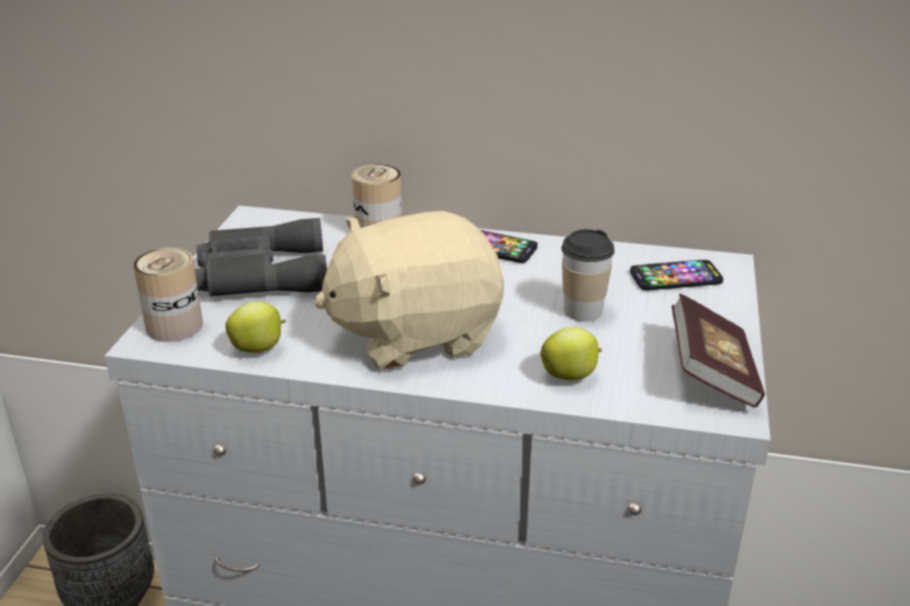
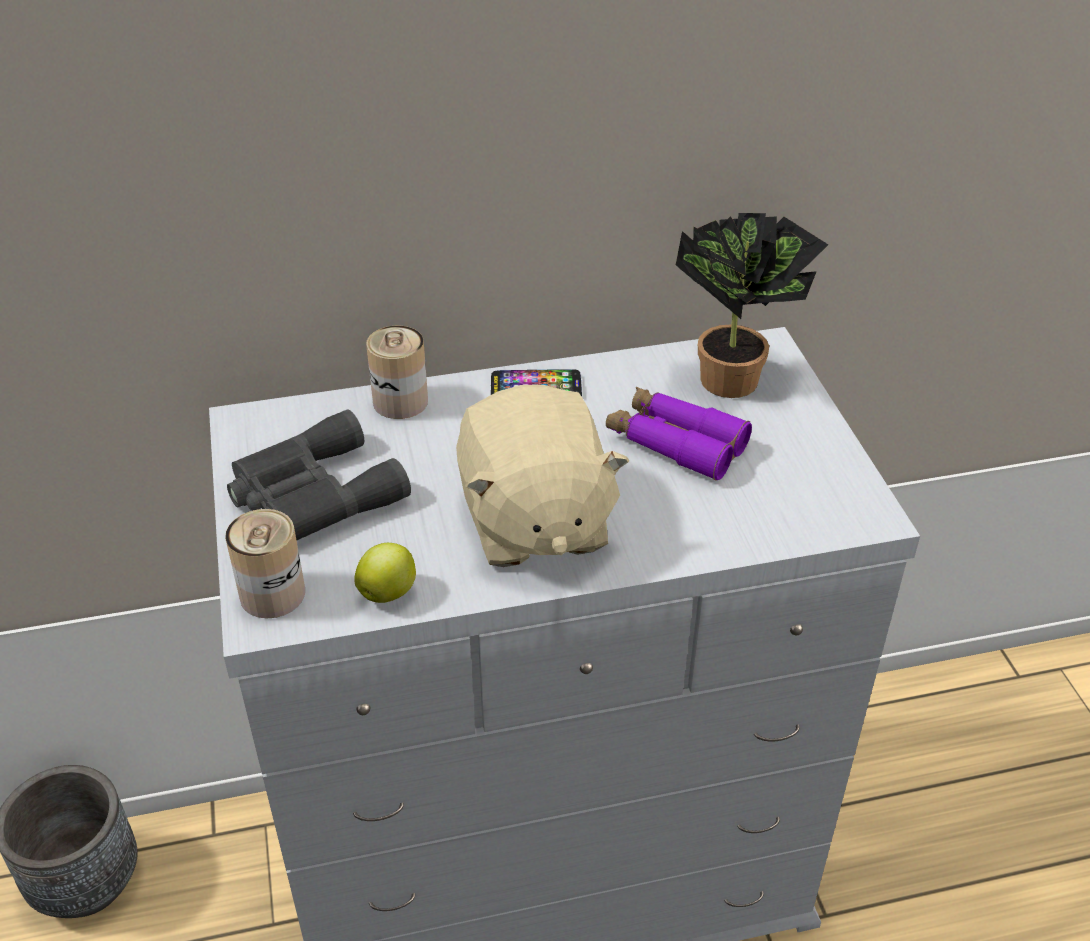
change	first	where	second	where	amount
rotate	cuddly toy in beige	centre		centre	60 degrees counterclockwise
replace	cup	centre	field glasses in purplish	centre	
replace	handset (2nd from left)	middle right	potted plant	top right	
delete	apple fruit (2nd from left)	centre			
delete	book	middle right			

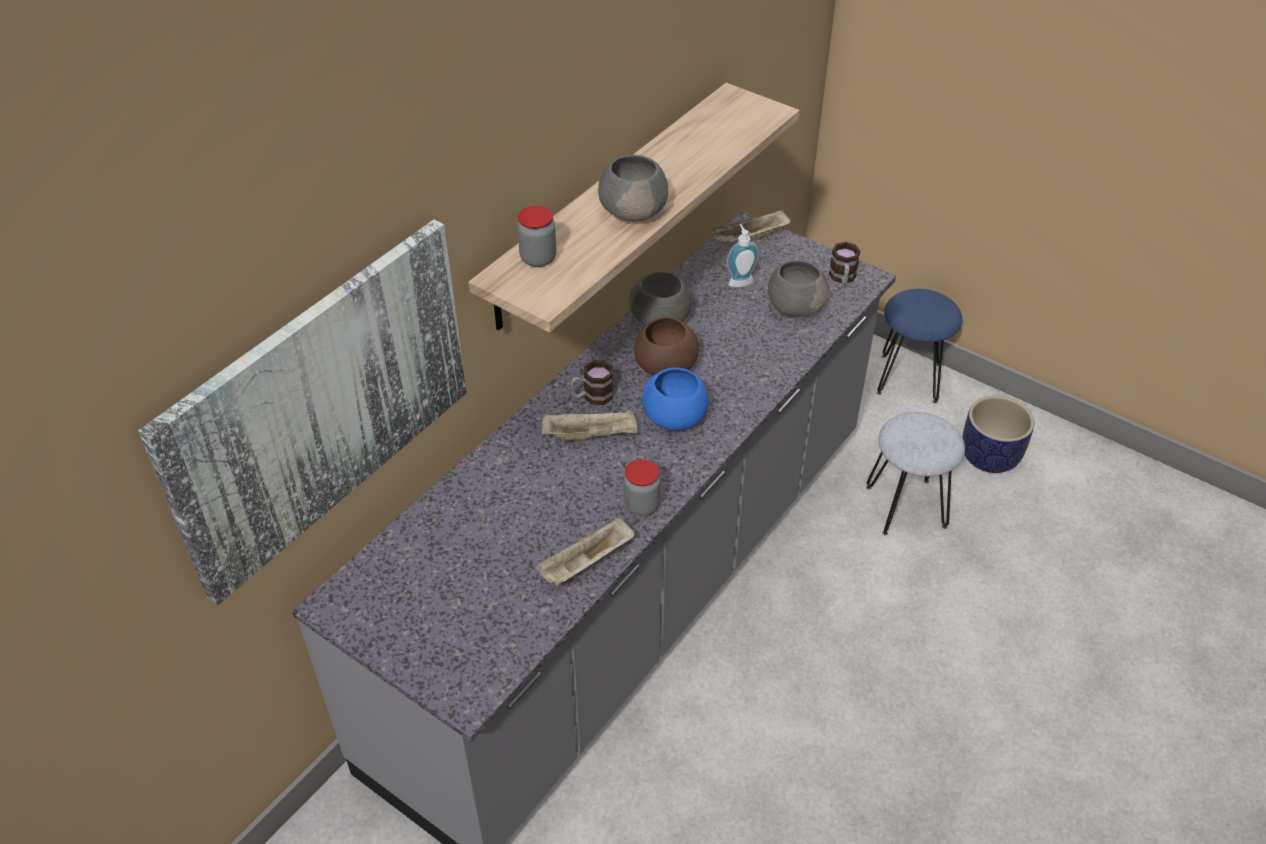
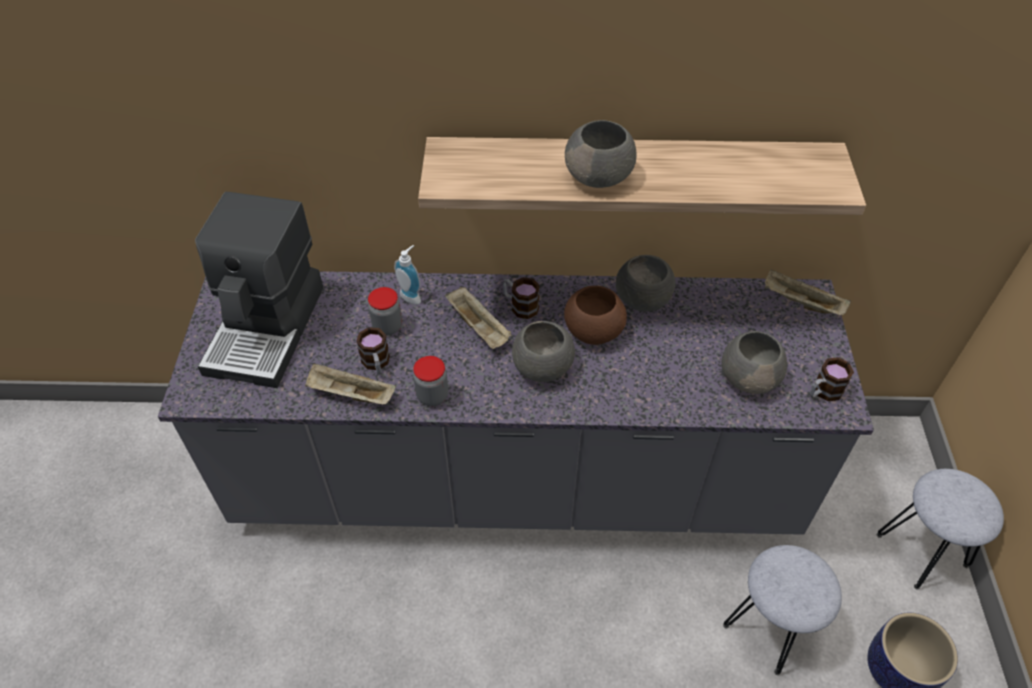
change	first	where	second	where	amount
insert			coffee machine	middle left	
insert			coffee mug (1st from left)	centre	
move	storage jar (1st from left)	top centre		centre	
move	liquid soap bottle	top centre		centre	
recolor	serving bowl in blue-coloured	centre	serving bowl in grey (1st from left)	centre	
recolor	stool seat in blue-coloured	middle right	stool seat in grey (2nd from left)	bottom right	
delete	picture	middle left			

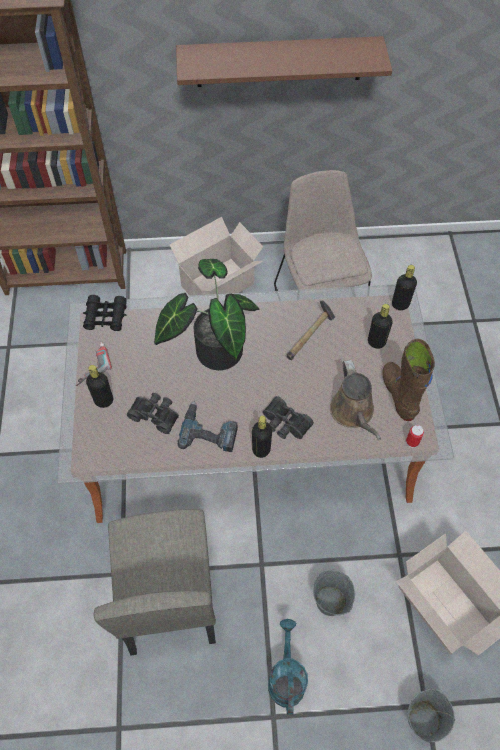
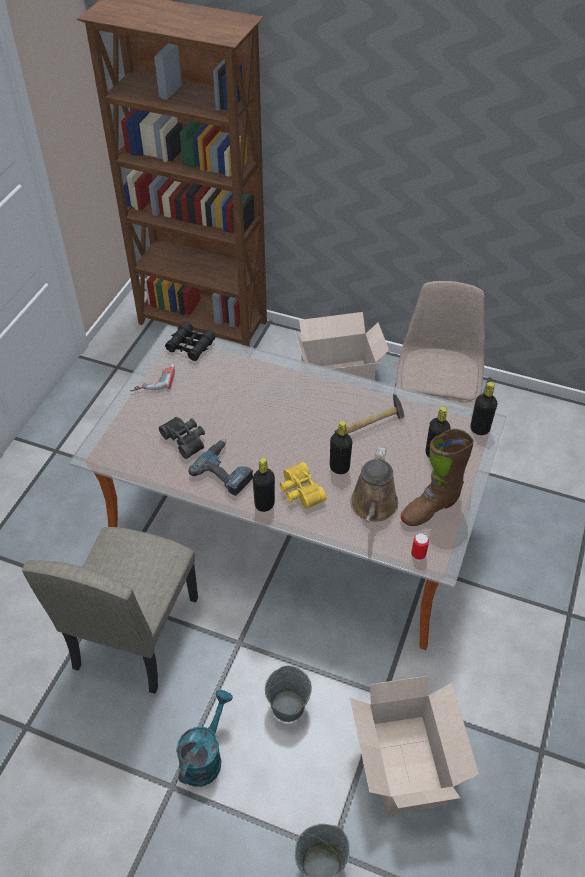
change	first	where	second	where	amount
recolor	field glasses in blackish (3rd from left)	centre	field glasses in yellow-coloured	centre	
move	beverage bottle in blackish (1st from left in the first image)	middle left	beverage bottle in blackish (2nd from left)	centre	
rotate	high-top boot in brown	middle right		middle right	135 degrees counterclockwise
delete	potted plant	centre			
delete	wall shelf in brown	top centre			

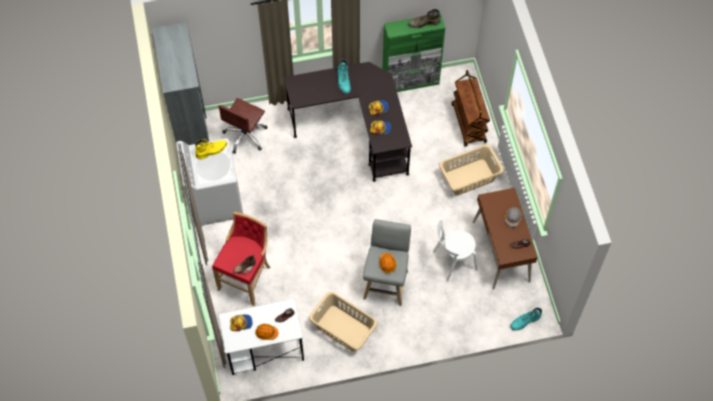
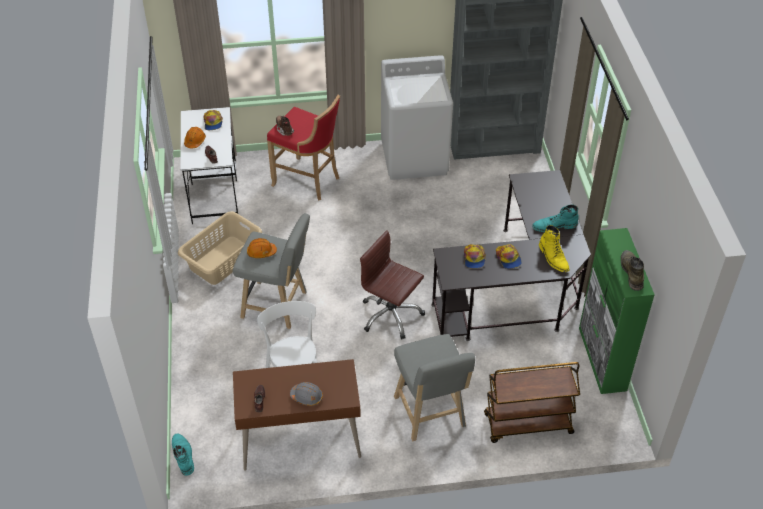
change	first	where	second	where	amount
move	office chair in brown	top centre		centre	
replace	hamper in beige (2nd from left)	centre	stool seat in grey (2nd from left)	bottom centre	
move	high-top boot in yellow-coloured	middle left		middle right	

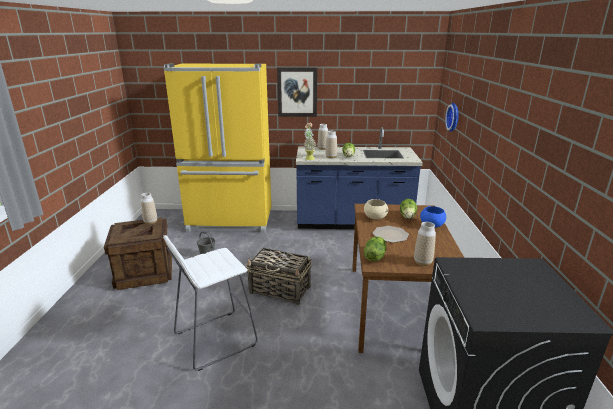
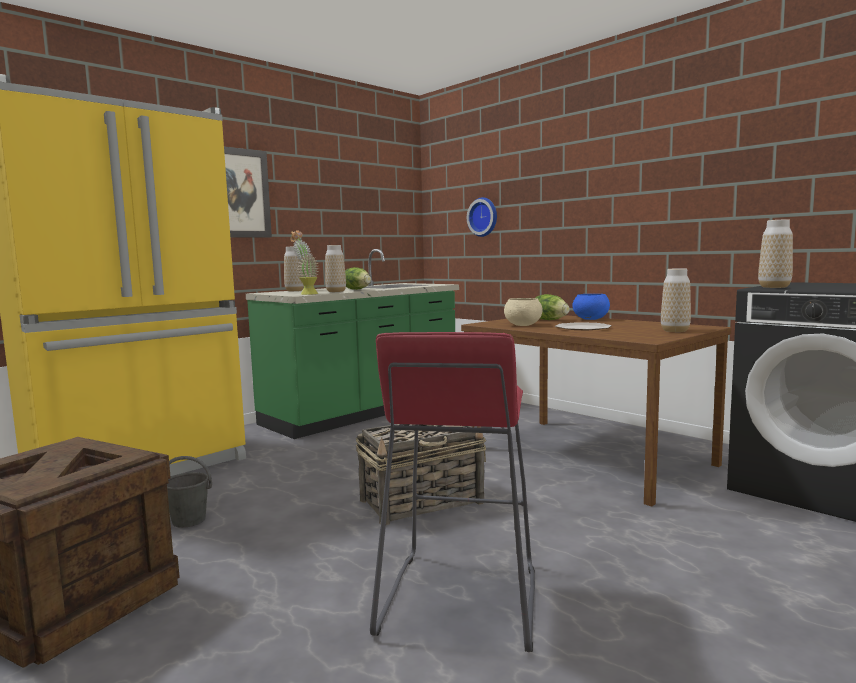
change	first	where	second	where	amount
recolor	kitchen counter in blue-coloured	centre	kitchen counter in greenish	centre	
recolor	stool seat in whitish	bottom centre	stool seat in reddish	bottom centre	
move	vase (1st from left in the first image)	middle left	vase (4th from left)	middle right	
delete	lettuce (2nd from left)	centre			

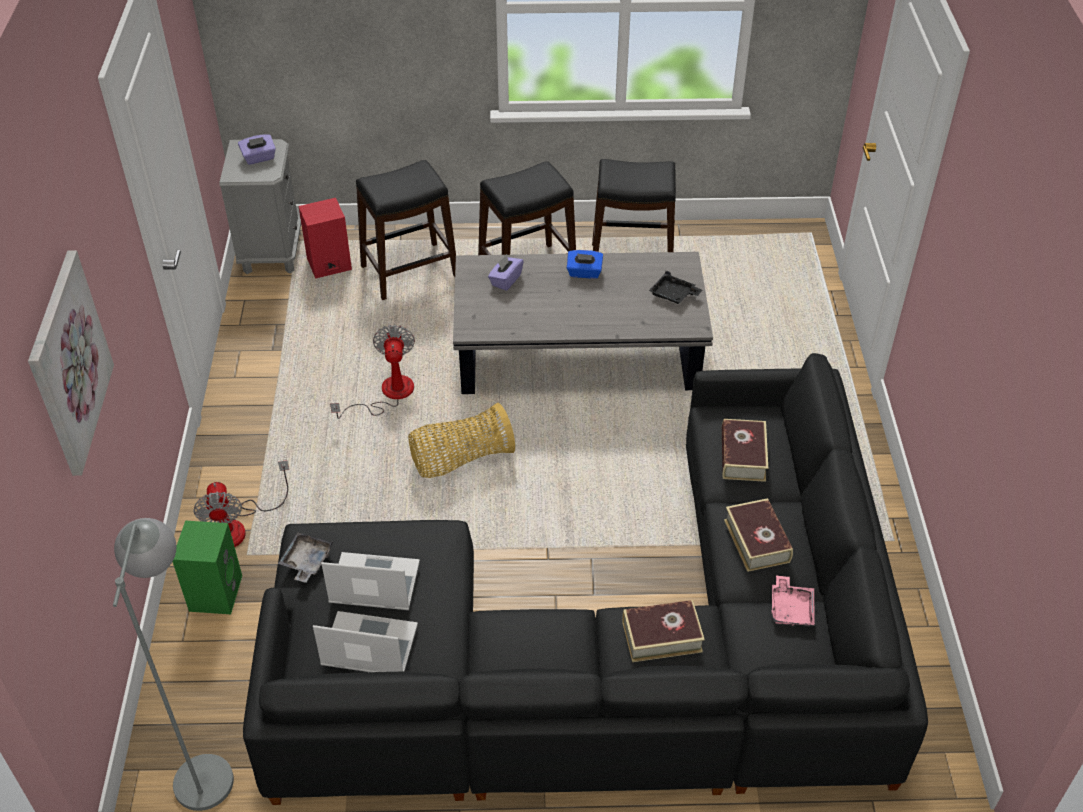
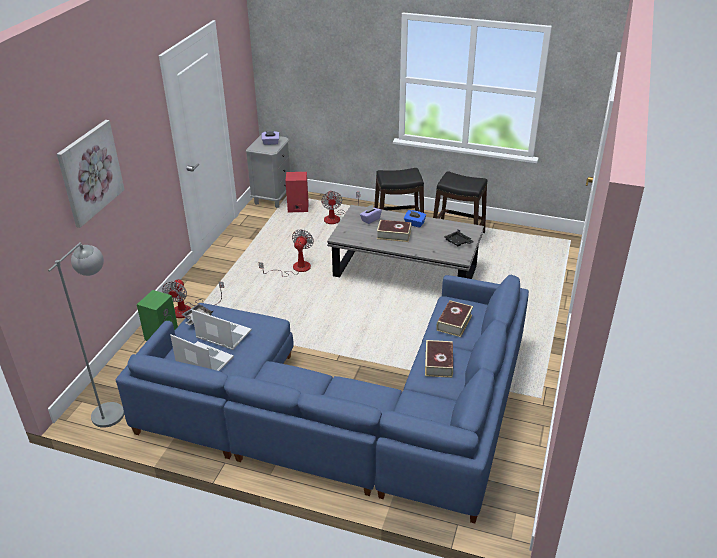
change	first	where	second	where	amount
recolor	settee in blackish	bottom centre	settee in blue-coloured	bottom centre	
replace	stool seat in blackish (1st from left)	top centre	fan (3rd from left)	centre	
move	book (1st from left)	bottom centre		centre	
delete	household basket	centre			
delete	tray in pink-coloured	bottom right			

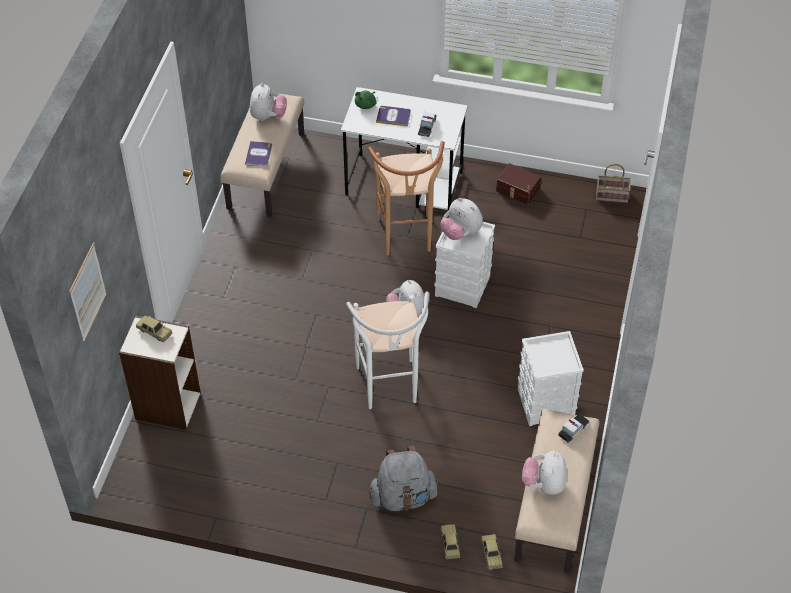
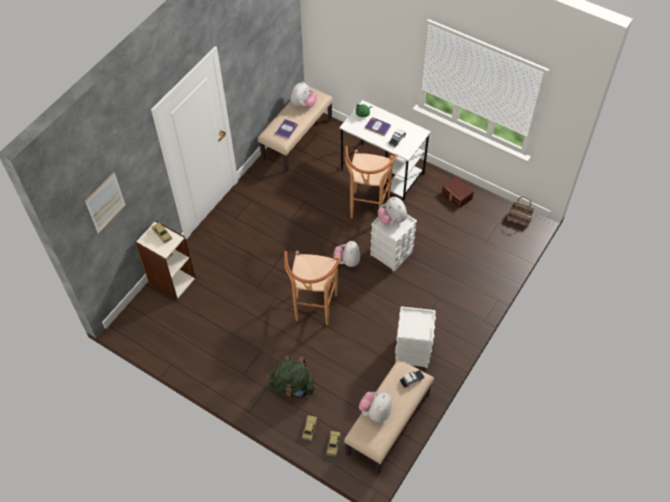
change	first	where	second	where	amount
recolor	rucksack in grey	bottom centre	rucksack in greenish	bottom centre	
recolor	stool seat in whitish	centre	stool seat in brown (1st from left)	centre	

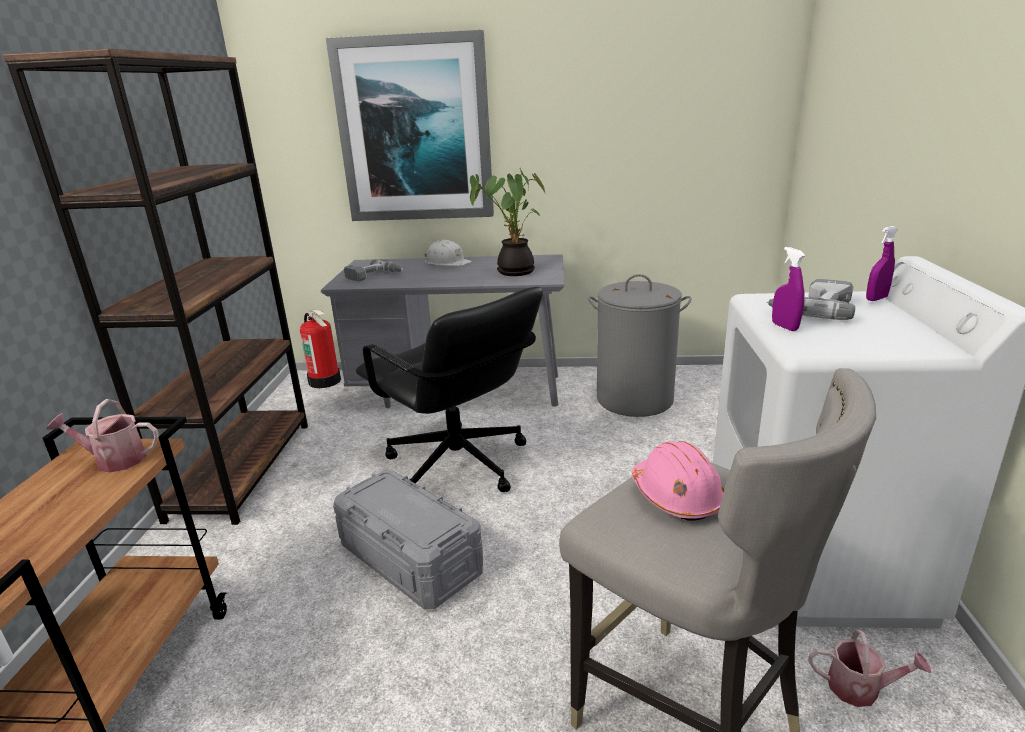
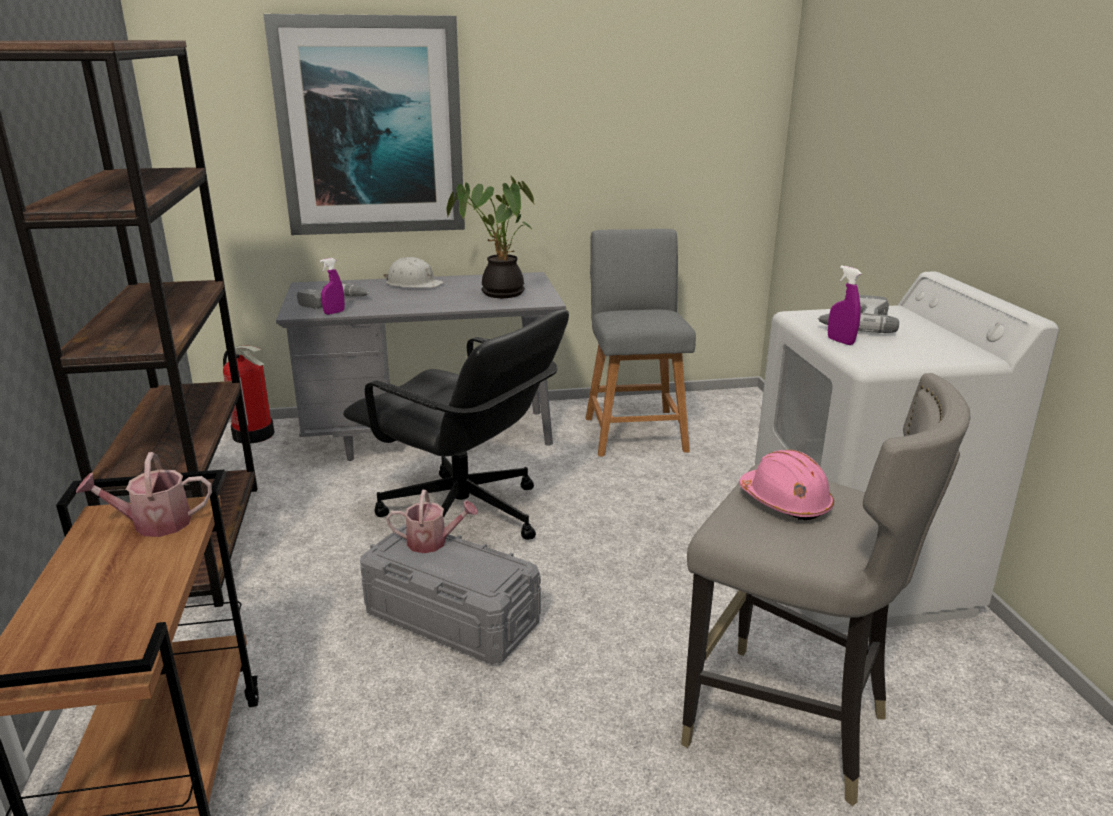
change	first	where	second	where	amount
move	sprayer in purplish (2nd from left in the first image)	middle right	sprayer in purplish (1st from left)	middle left	
move	watering pot (2nd from left)	bottom right		centre	
replace	hamper in grey	centre	stool seat in grey (1st from left)	centre	

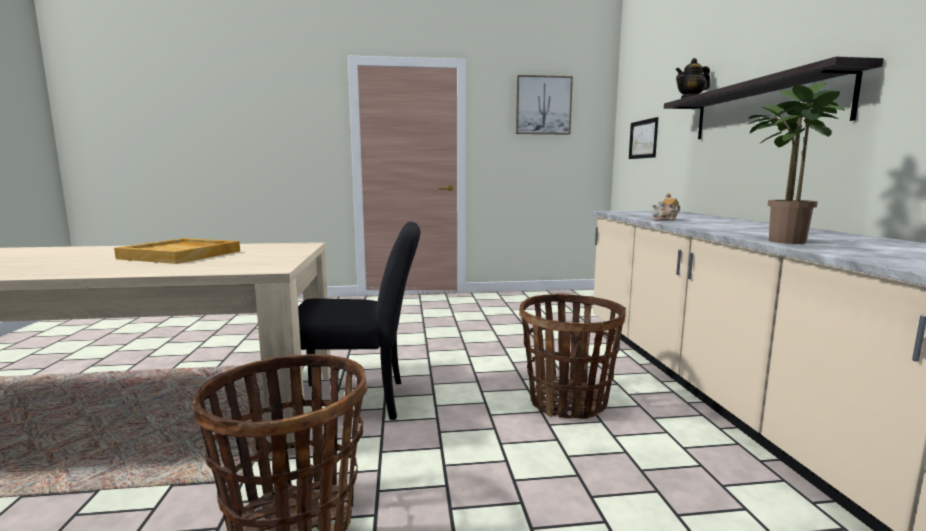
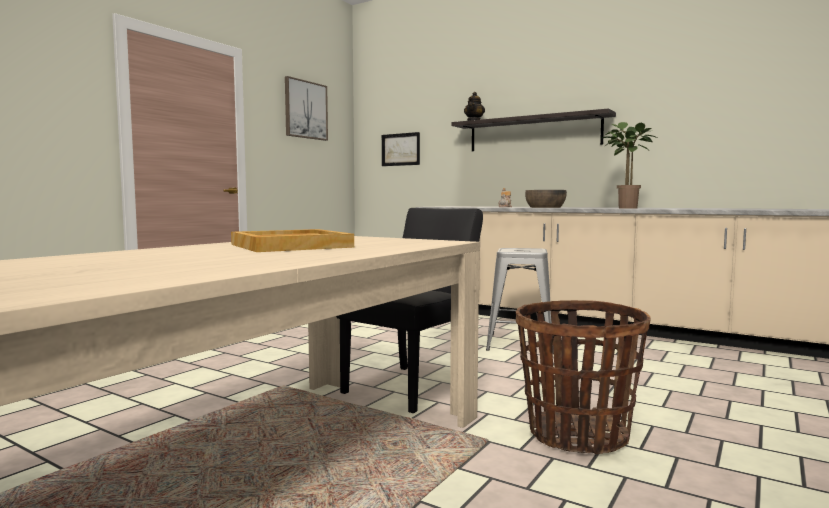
change	first	where	second	where	amount
replace	household basket (2nd from left)	bottom centre	stool seat in grey	centre	
insert			serving bowl in brown	centre	

